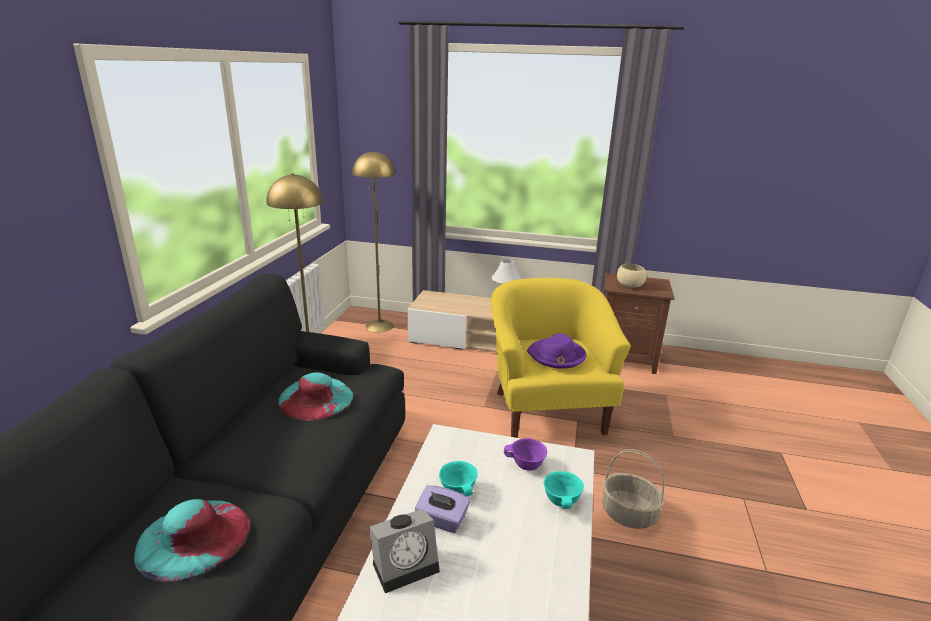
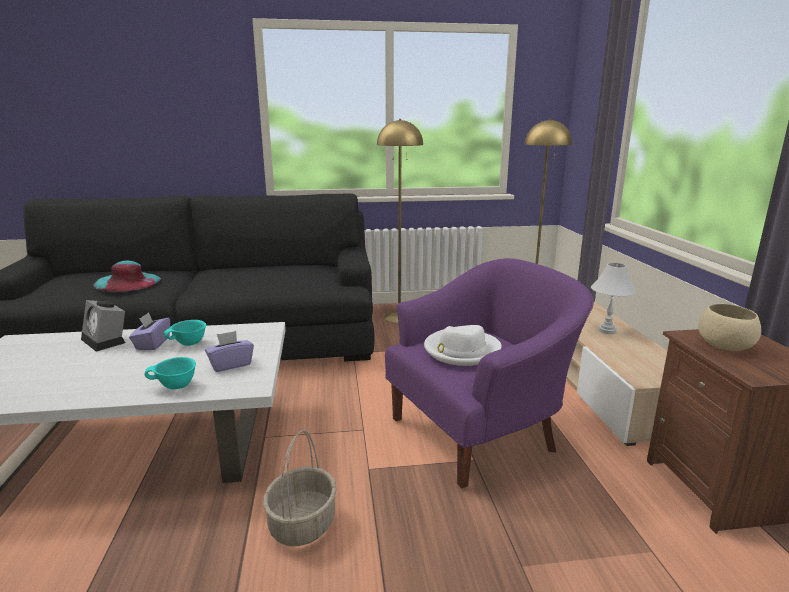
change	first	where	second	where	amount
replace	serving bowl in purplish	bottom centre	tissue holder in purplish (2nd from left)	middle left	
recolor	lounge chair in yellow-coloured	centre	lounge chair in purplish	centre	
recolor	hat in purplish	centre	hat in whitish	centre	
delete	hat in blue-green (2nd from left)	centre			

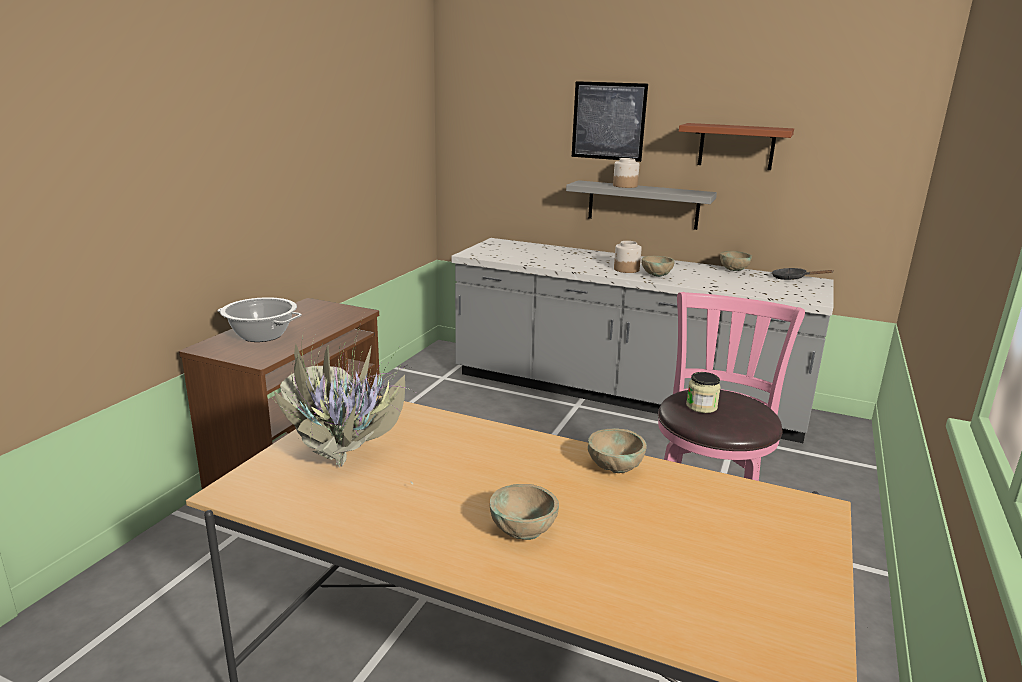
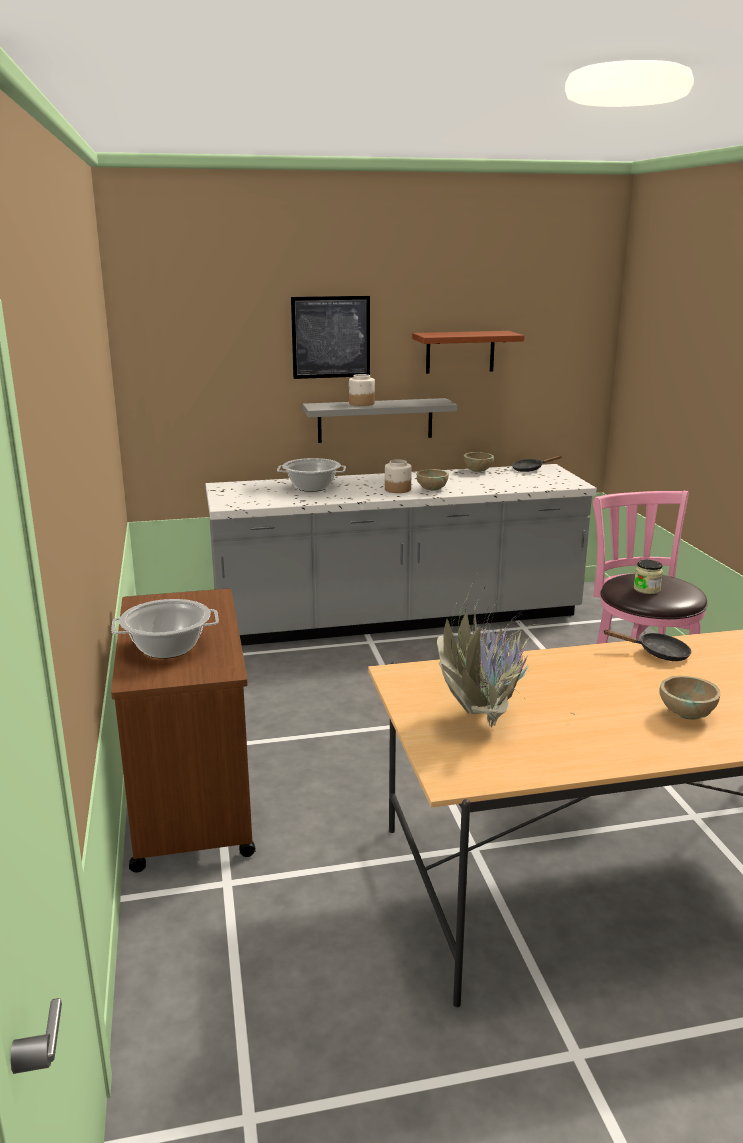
change	first	where	second	where	amount
insert			stockpot (2nd from left)	centre	
replace	serving bowl in beige (2nd from left)	centre	pan in blackish (2nd from left)	middle right	

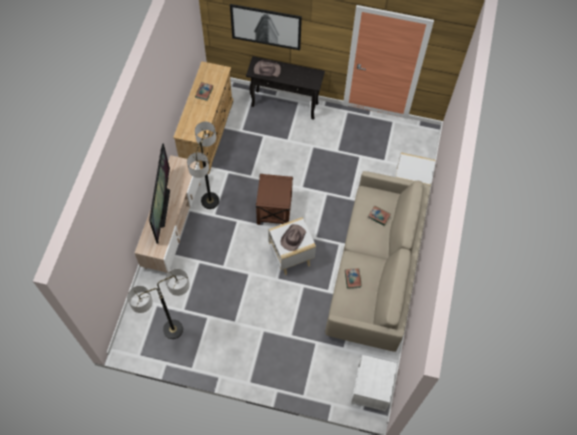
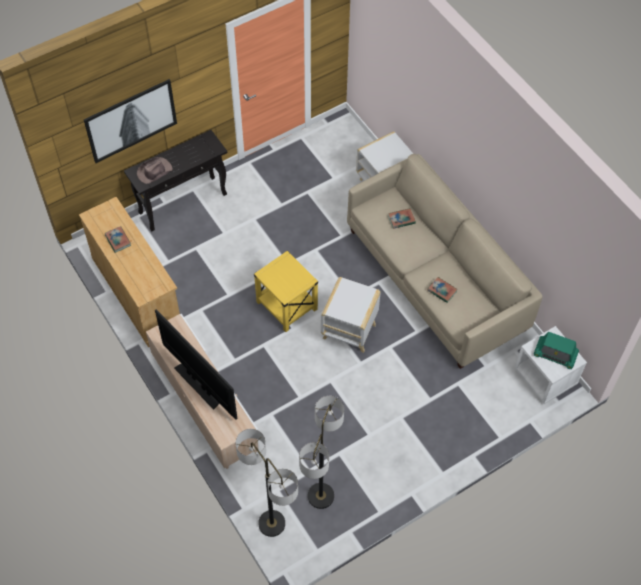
change	first	where	second	where	amount
move	standard lamp (2nd from left in the first image)	centre	standard lamp (1st from left)	bottom centre	
recolor	accent table in brown	centre	accent table in yellow-coloured	centre	
insert			radio	middle right	
delete	hat in brown (2nd from left)	centre			

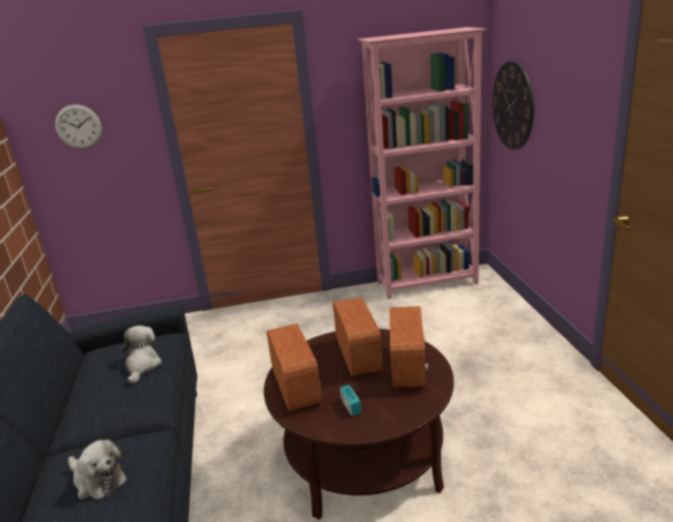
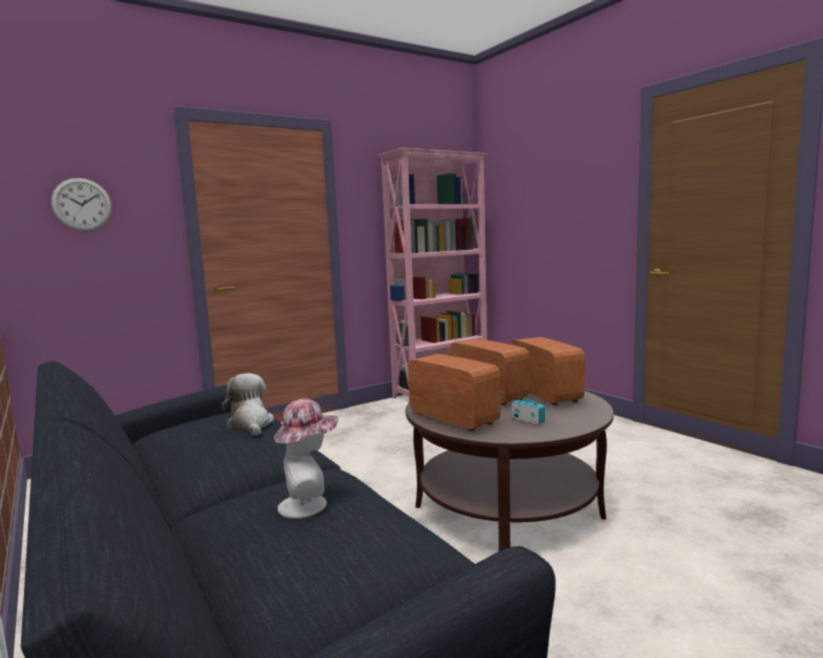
change	first	where	second	where	amount
replace	cuddly toy (1st from left)	bottom left	hat	bottom centre	
delete	wall clock (2nd from left)	top right			

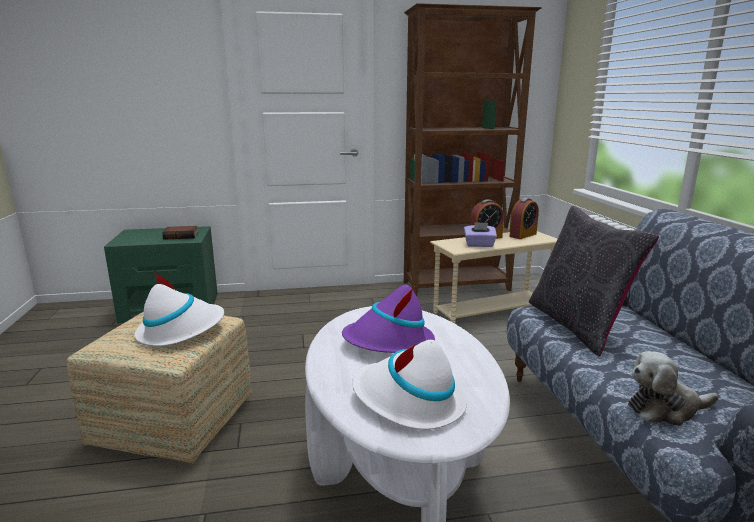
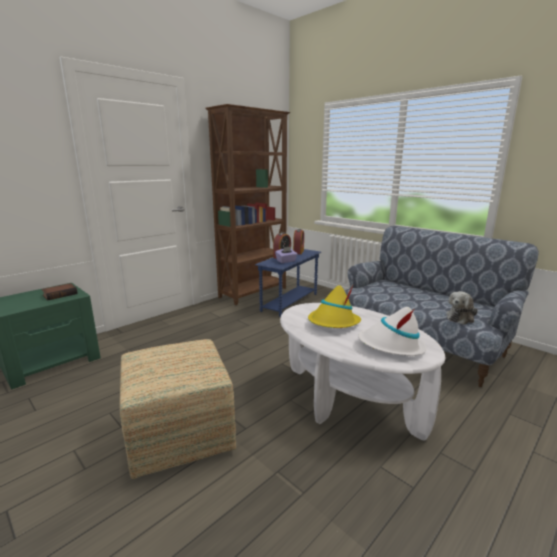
change	first	where	second	where	amount
recolor	accent table in beige	centre	accent table in blue-coloured	centre	
recolor	hat in purplish	centre	hat in yellow-coloured	centre	
delete	hat in whitish (1st from left)	middle left			
delete	cushion in blackish	middle right			

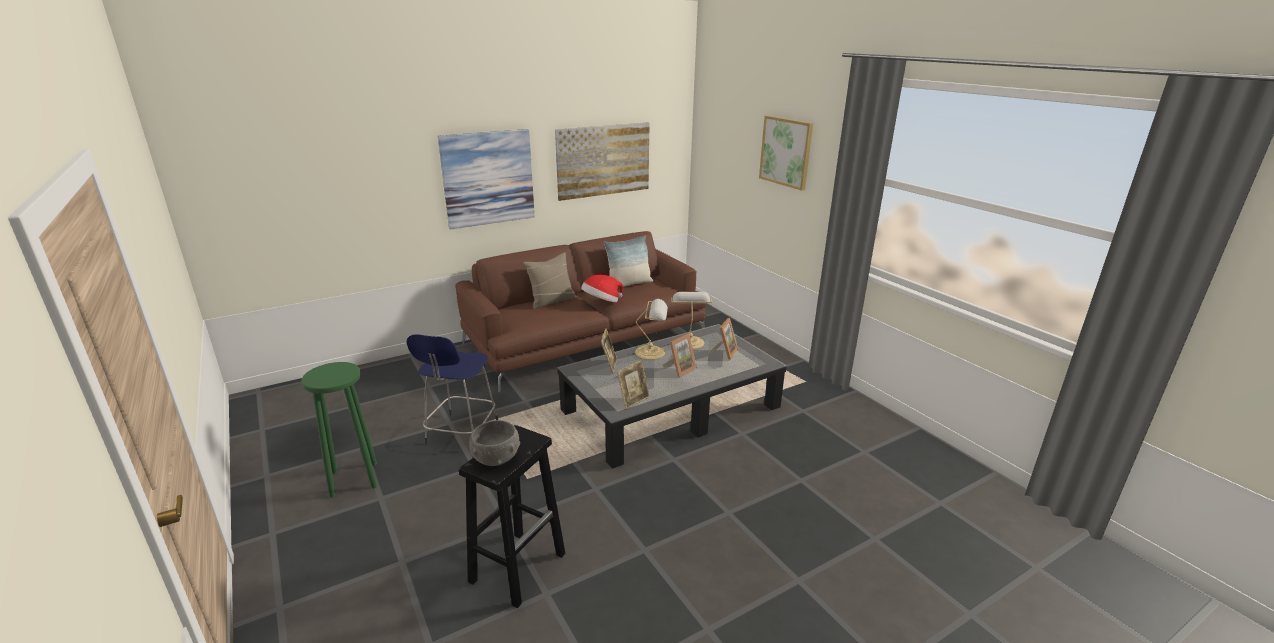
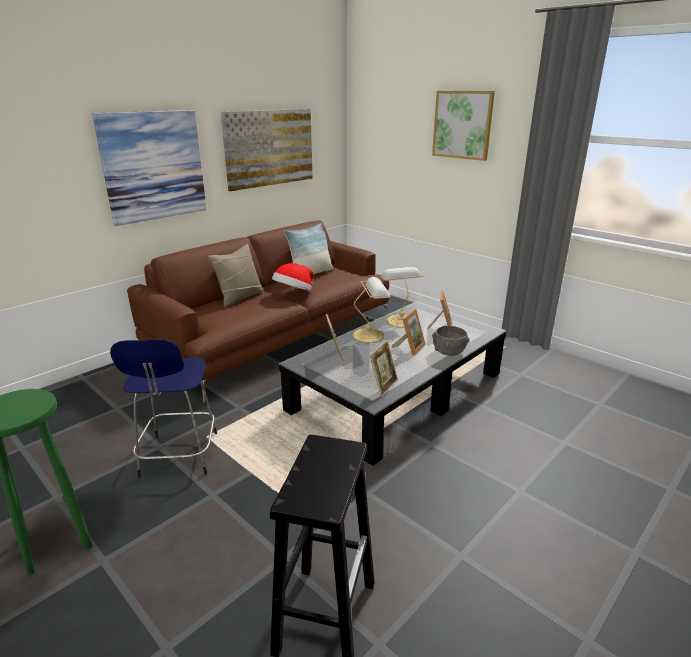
change	first	where	second	where	amount
move	serving bowl in grey	bottom centre		centre	

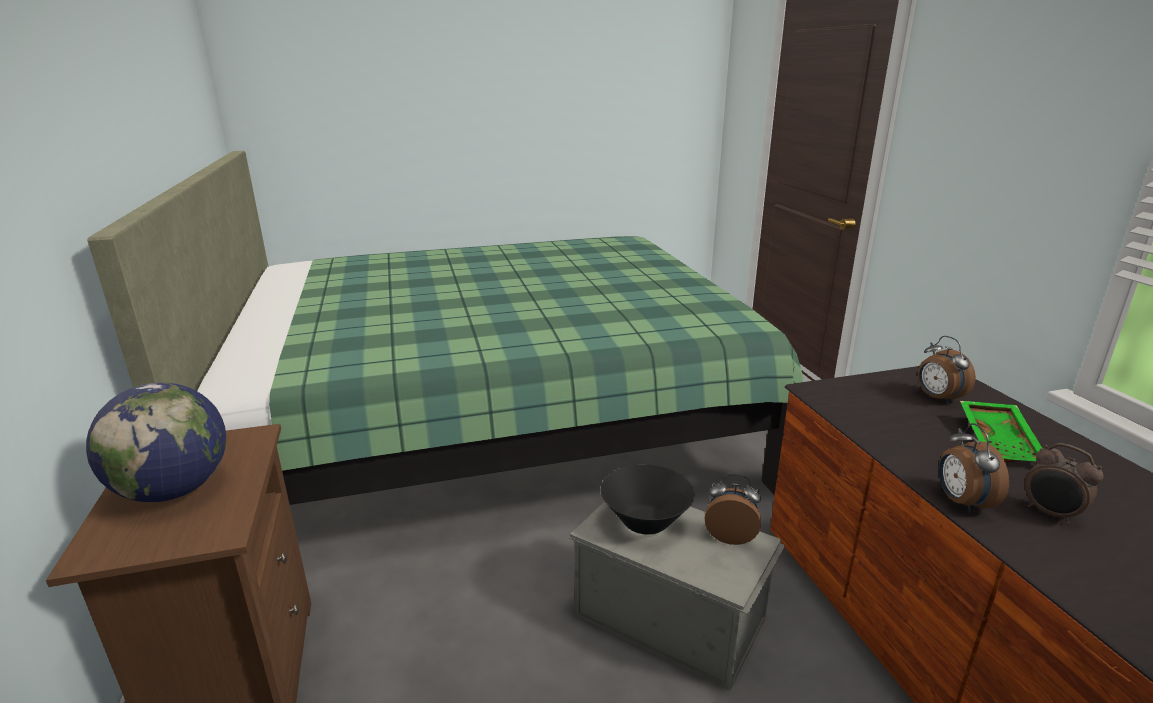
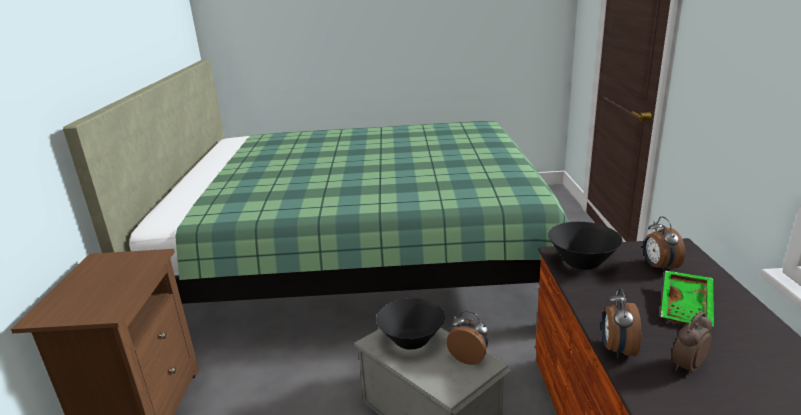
change	first	where	second	where	amount
insert			serving bowl in blackish (2nd from left)	middle right	
rotate	alarm clock (4th from left)	bottom right		bottom right	75 degrees clockwise
delete	globe	middle left			

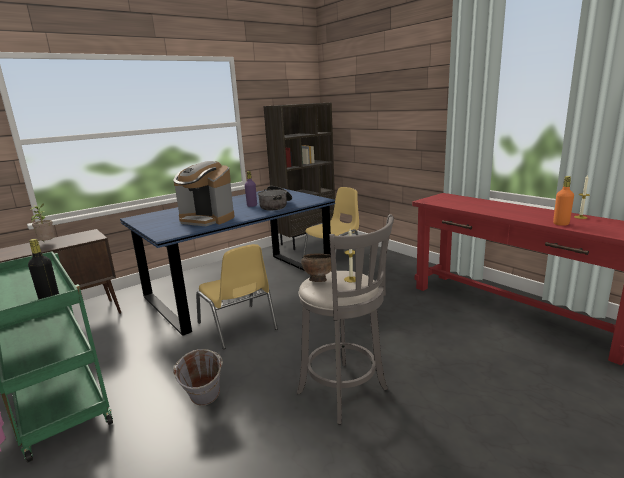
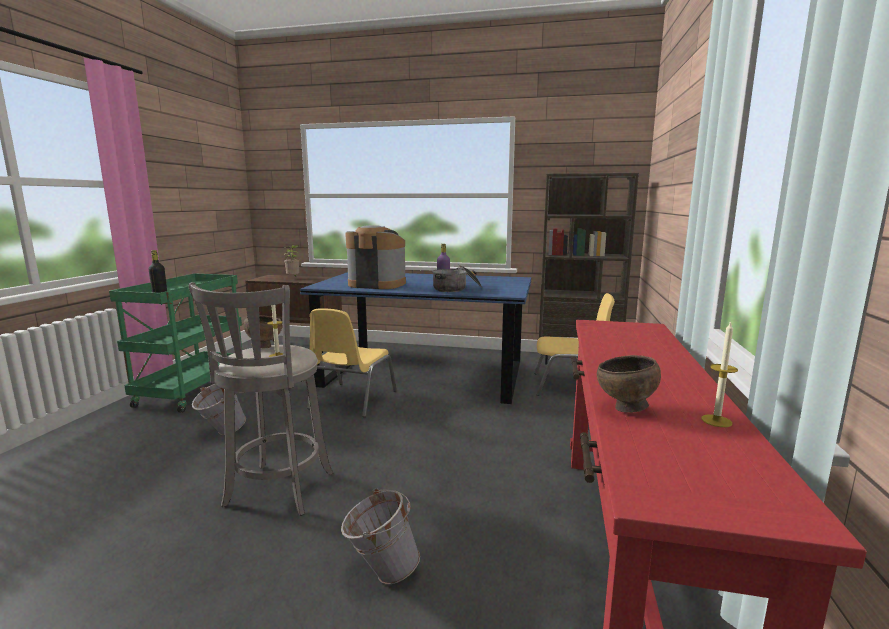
change	first	where	second	where	amount
insert			water bucket in grey (2nd from left)	bottom centre	
rotate	coffee machine	middle left		centre	120 degrees clockwise
replace	beverage bottle in orangey	middle right	serving bowl in brown (2nd from left)	middle right	

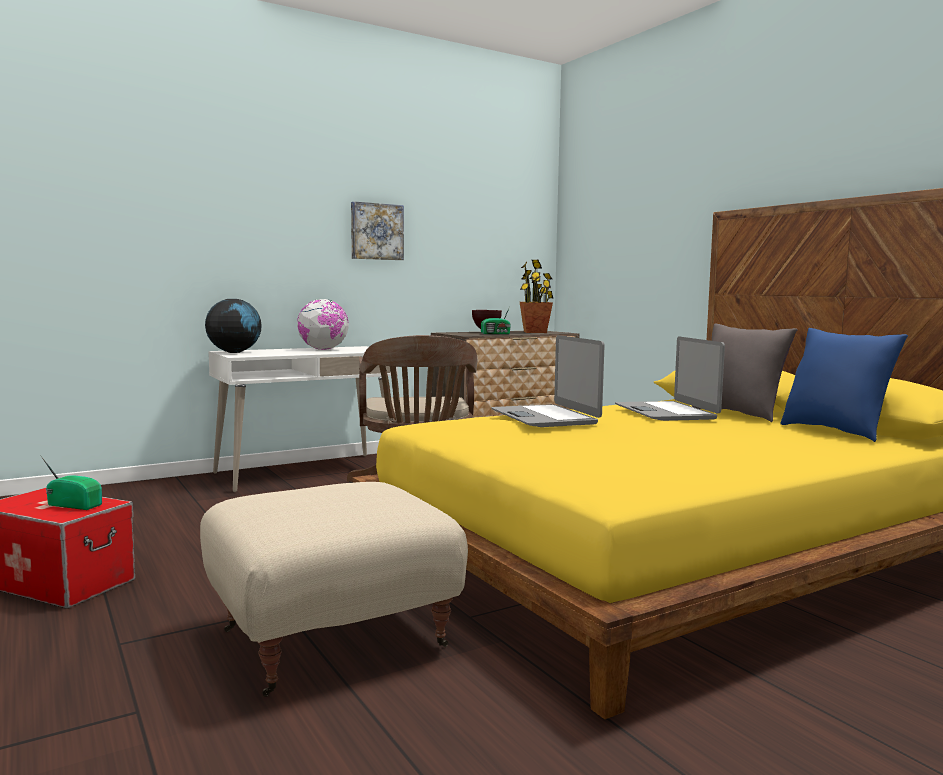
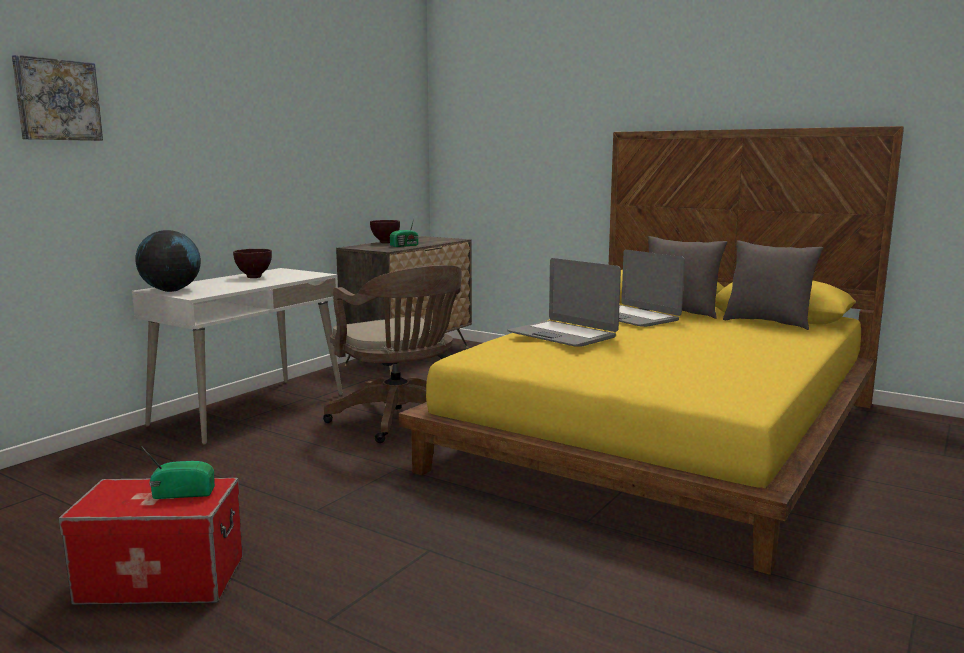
change	first	where	second	where	amount
move	picture	top centre		top left	
replace	globe (2nd from left)	centre	serving bowl in brown (1st from left)	middle left	
recolor	cushion in blue-coloured	middle right	cushion in grey (2nd from left)	middle right	
delete	pouffe in beige	bottom centre			
delete	potted plant	centre			

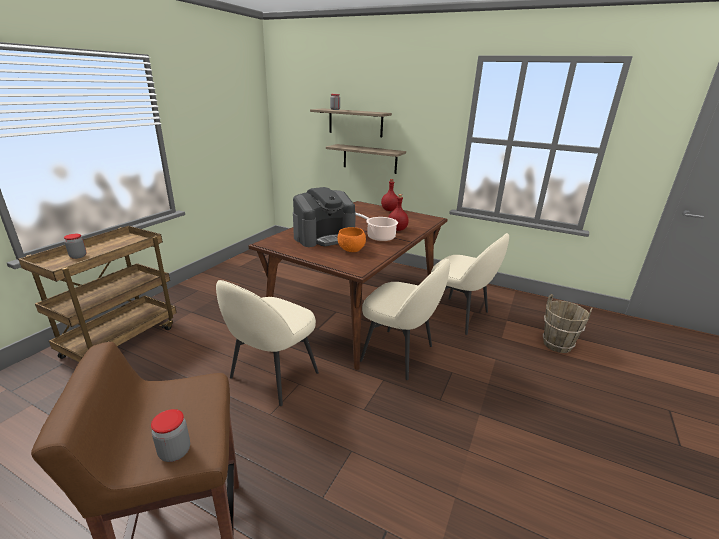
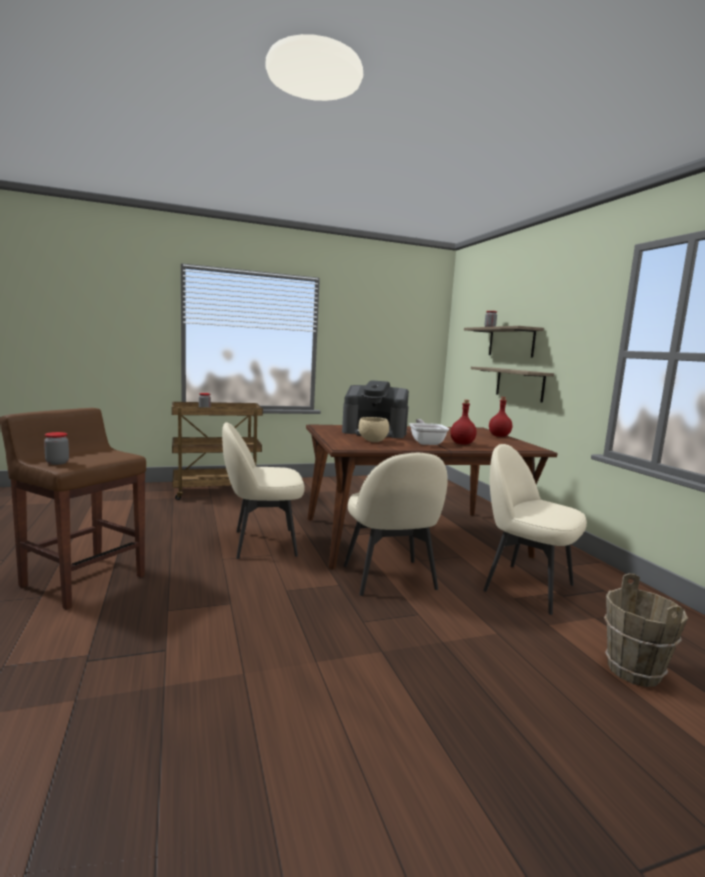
change	first	where	second	where	amount
recolor	serving bowl in orangey	centre	serving bowl in beige	centre	
replace	stockpot	centre	pan	centre	
rotate	chair in beige (3rd from left)	centre		middle right	135 degrees clockwise

